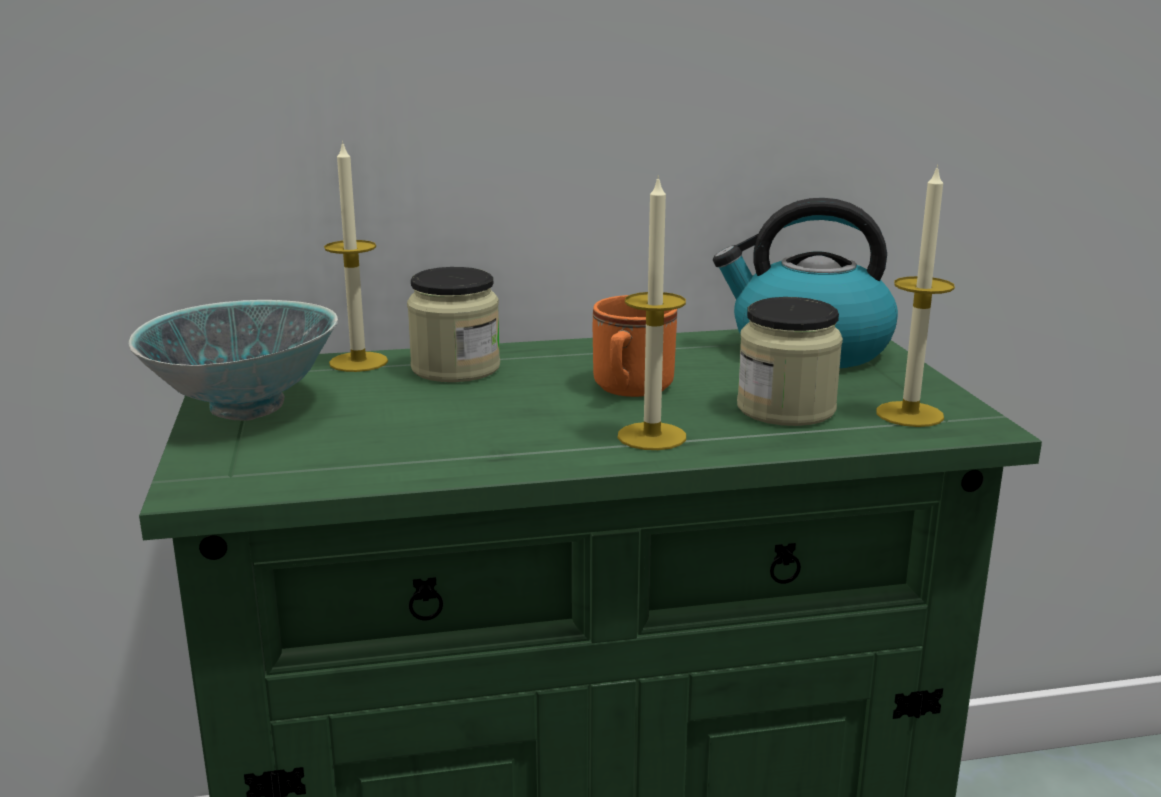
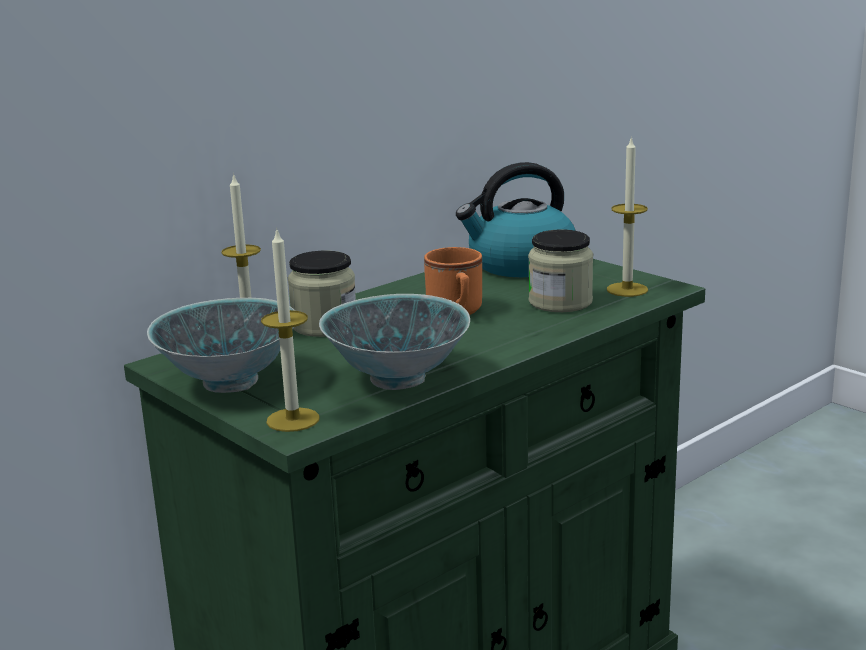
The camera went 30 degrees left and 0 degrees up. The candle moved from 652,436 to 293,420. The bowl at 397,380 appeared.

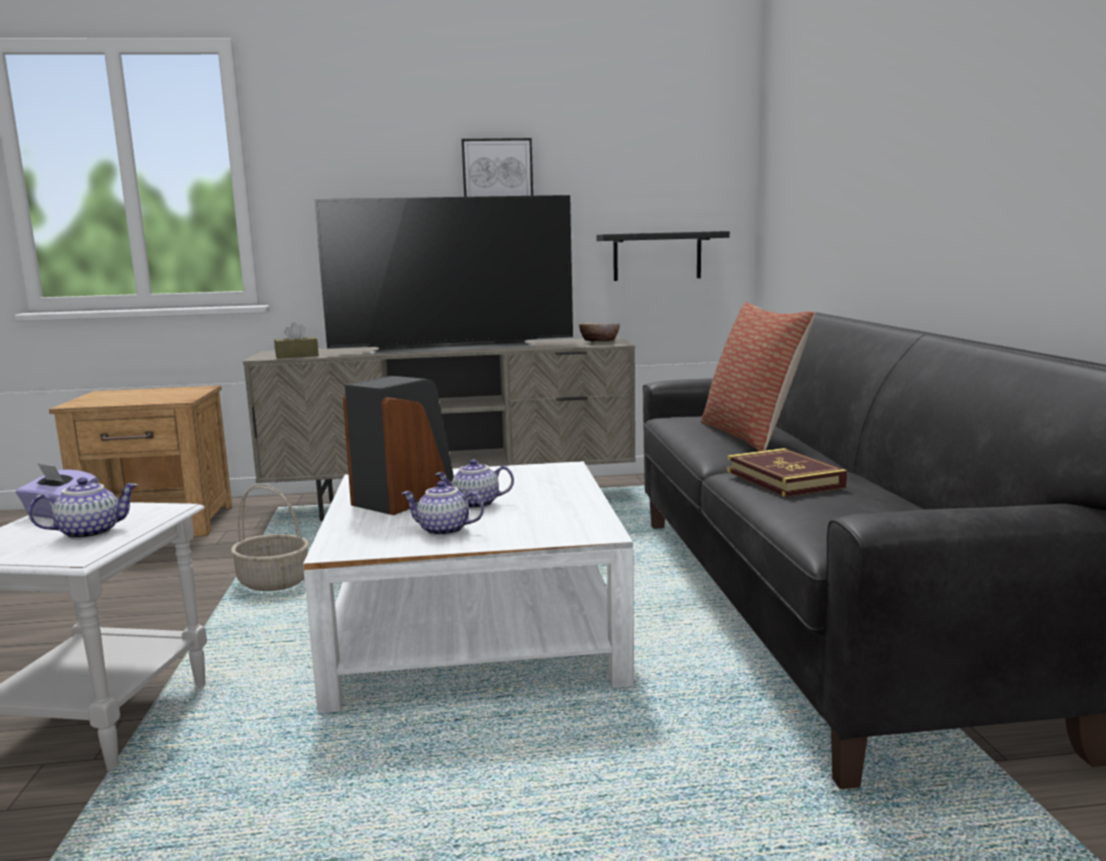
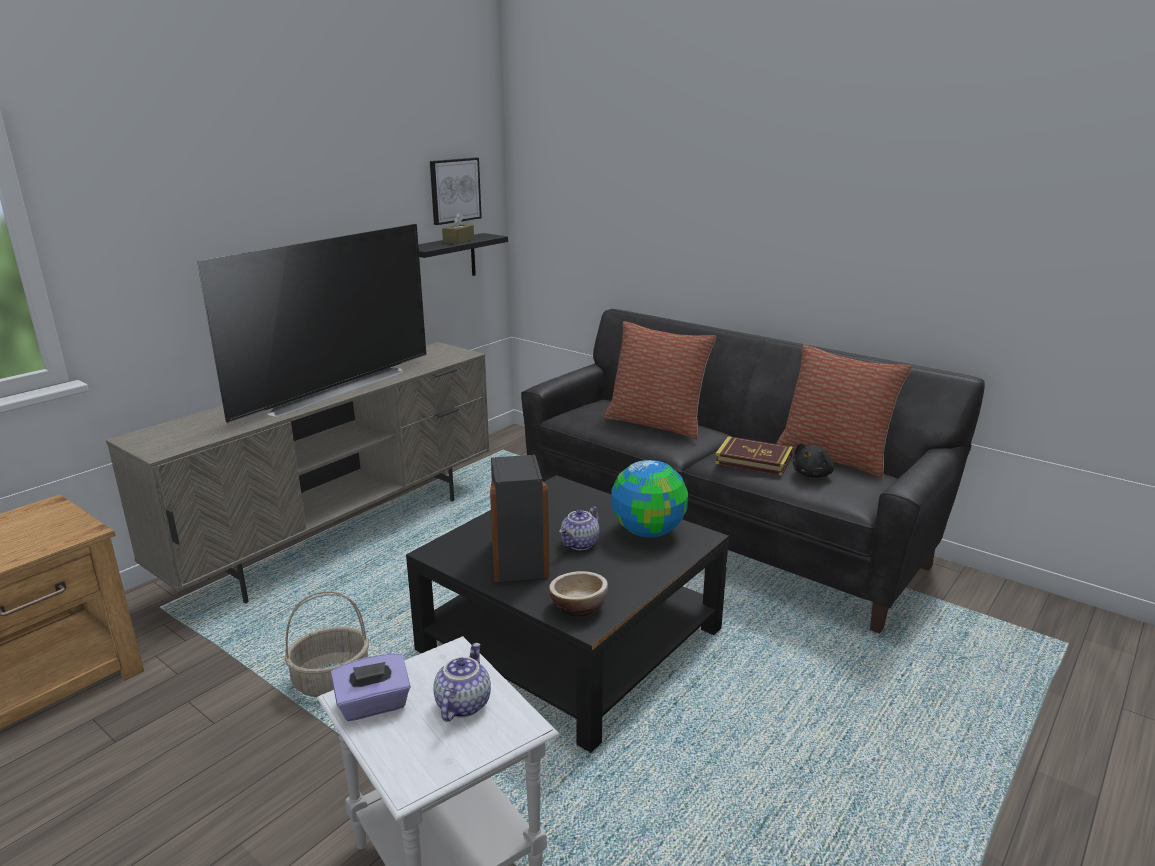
The camera went 45 degrees left and 10 degrees up. The brown tissue box moved from 297,356 to 458,240. The white coffee table at 474,630 became the black coffee table at 571,639. The teapot at 443,530 disappeared. The picture moved from 497,174 to 454,190. The bowl moved from 599,341 to 578,607. The globe at 648,531 appeared. The pillow at 834,456 appeared. The black plush toy at 813,474 appeared.

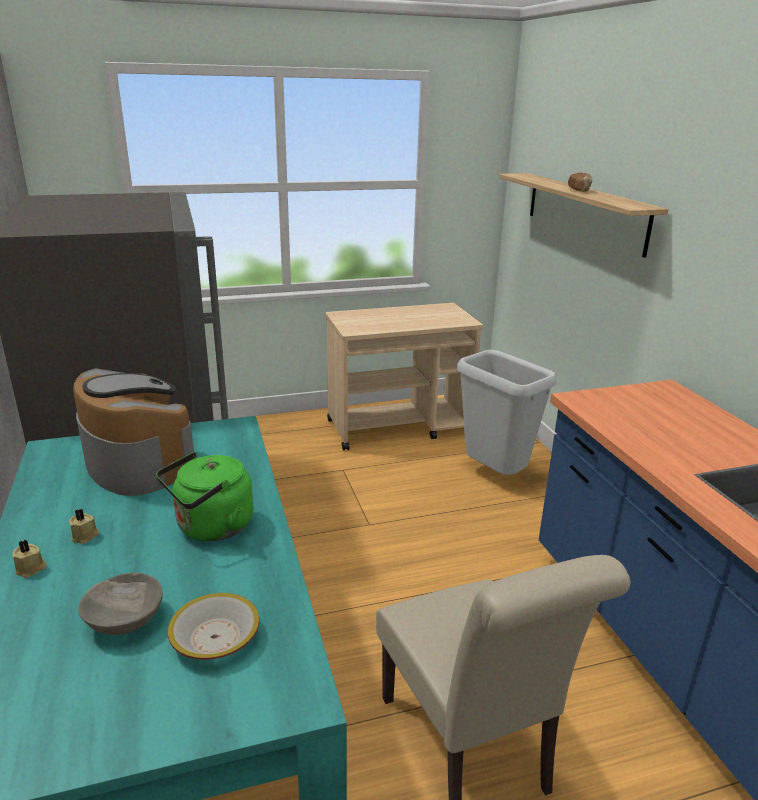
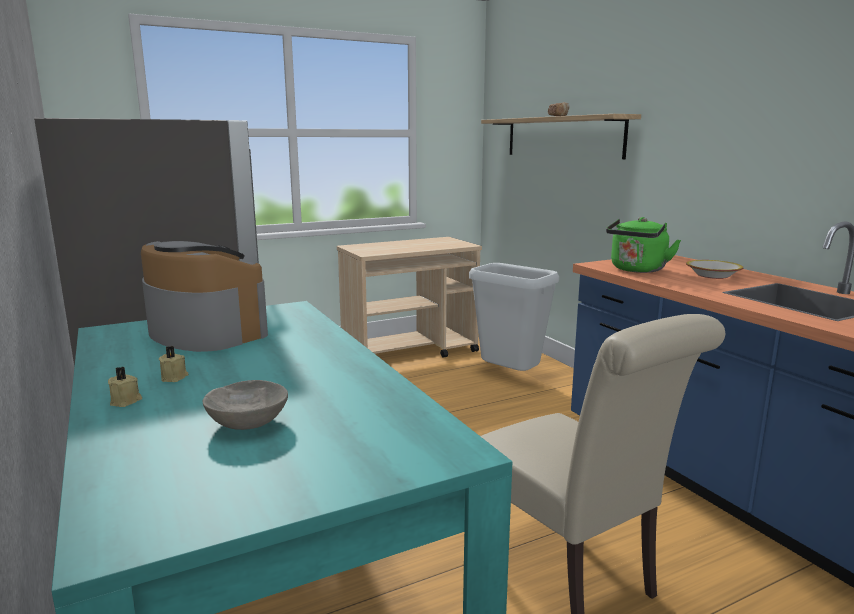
The camera went 10 degrees left and 10 degrees down. The green kettle moved from 211,527 to 637,270. The bowl moved from 214,638 to 712,275.

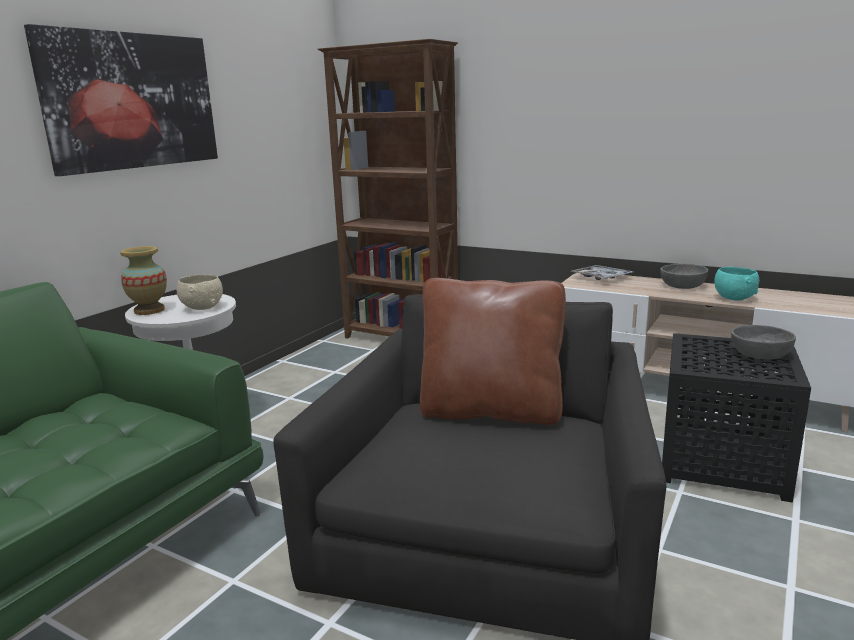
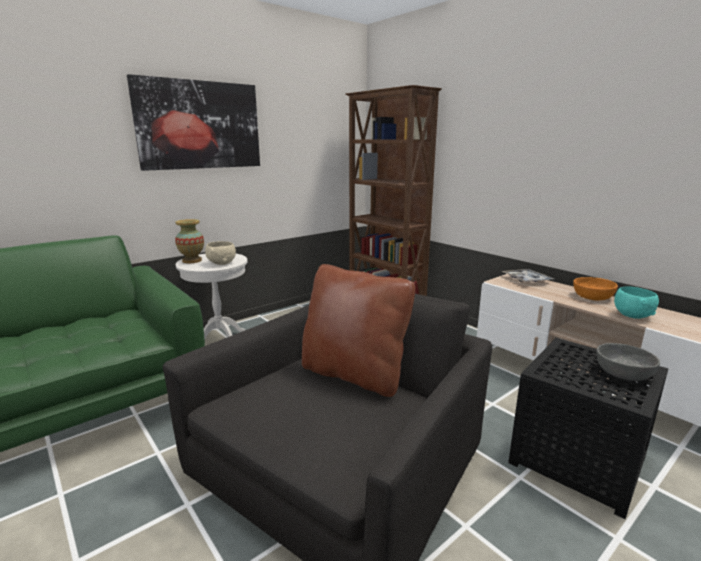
The camera went 20 degrees right and 0 degrees up. The grey bowl at 682,286 became the orange bowl at 592,297.

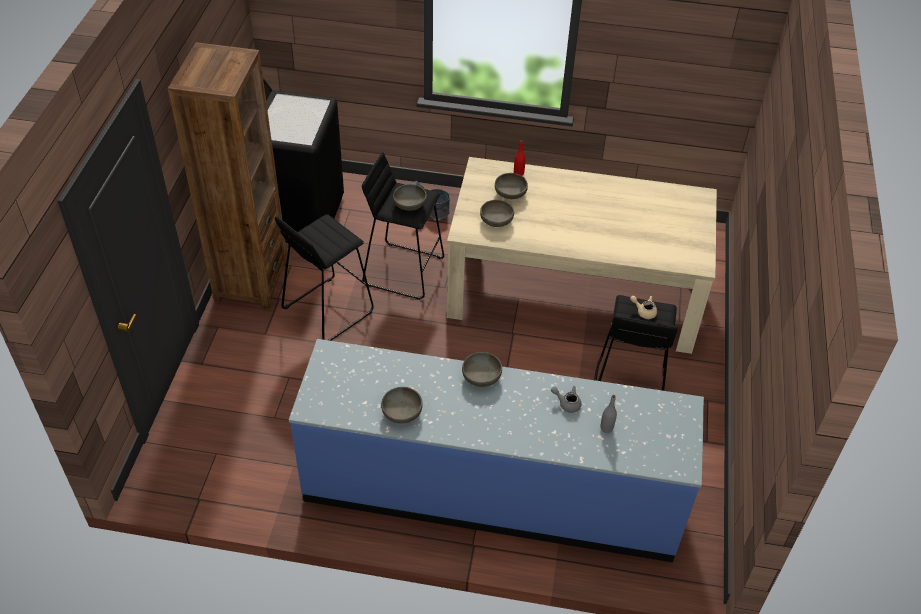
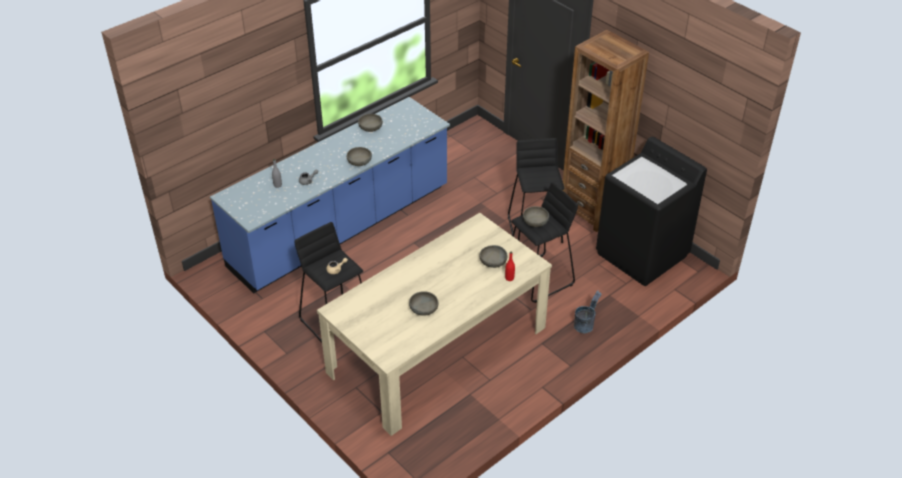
The camera went 130 degrees right and 5 degrees down. The grey bowl moved from 496,221 to 423,309.

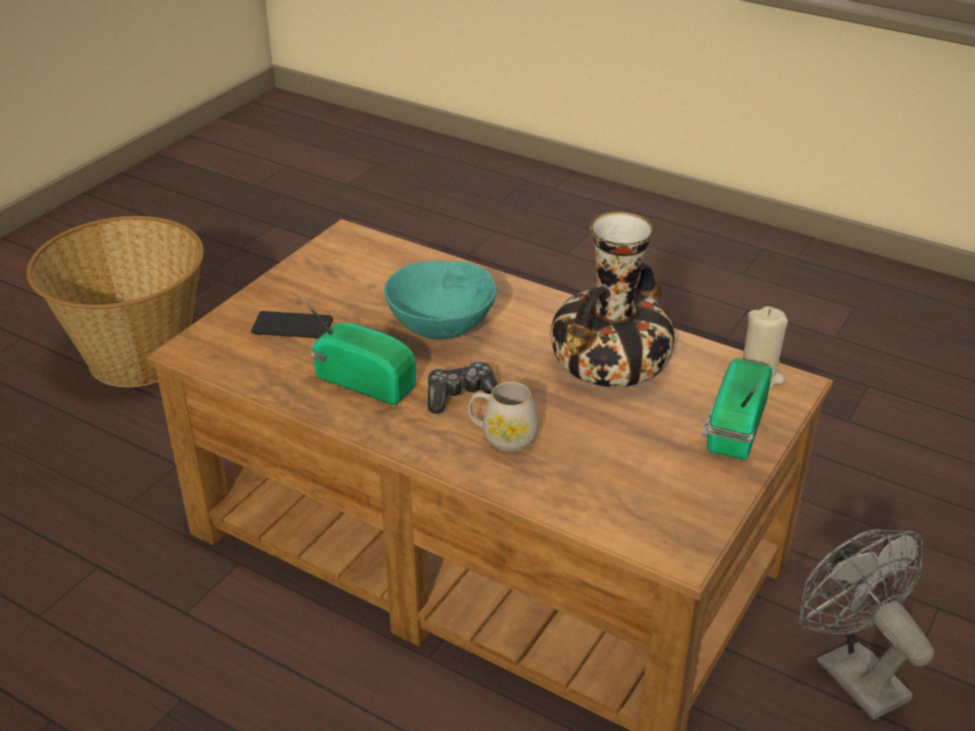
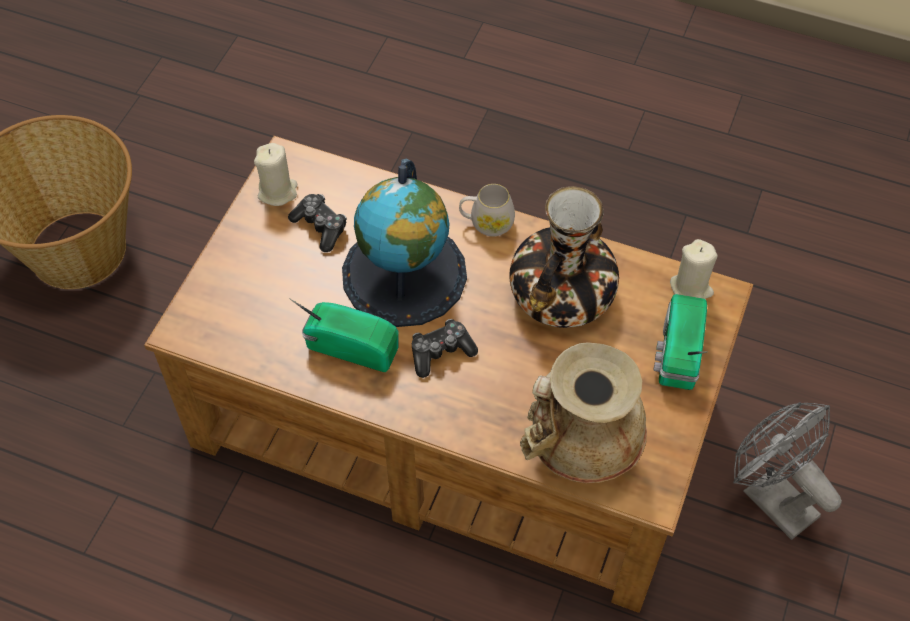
The camera went 10 degrees left and 20 degrees up. The phone at 292,326 disappeared. The turquoise bowl at 441,330 was replaced by the globe at 405,274. The white mug moved from 503,436 to 486,223. The beige candle at 278,192 appeared. The game controller at 320,227 appeared. The beige vase at 579,452 appeared.

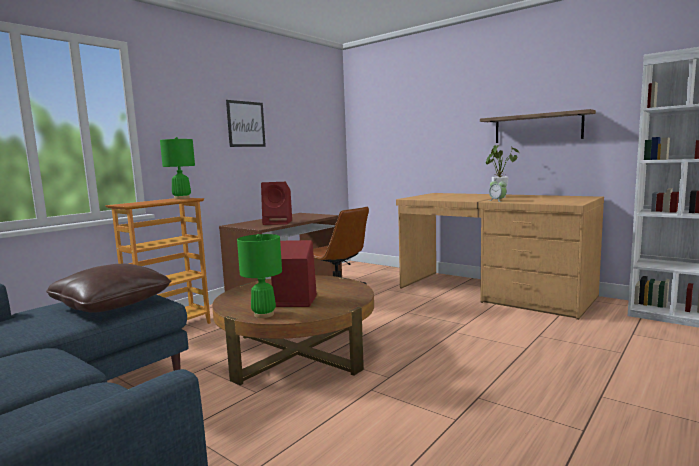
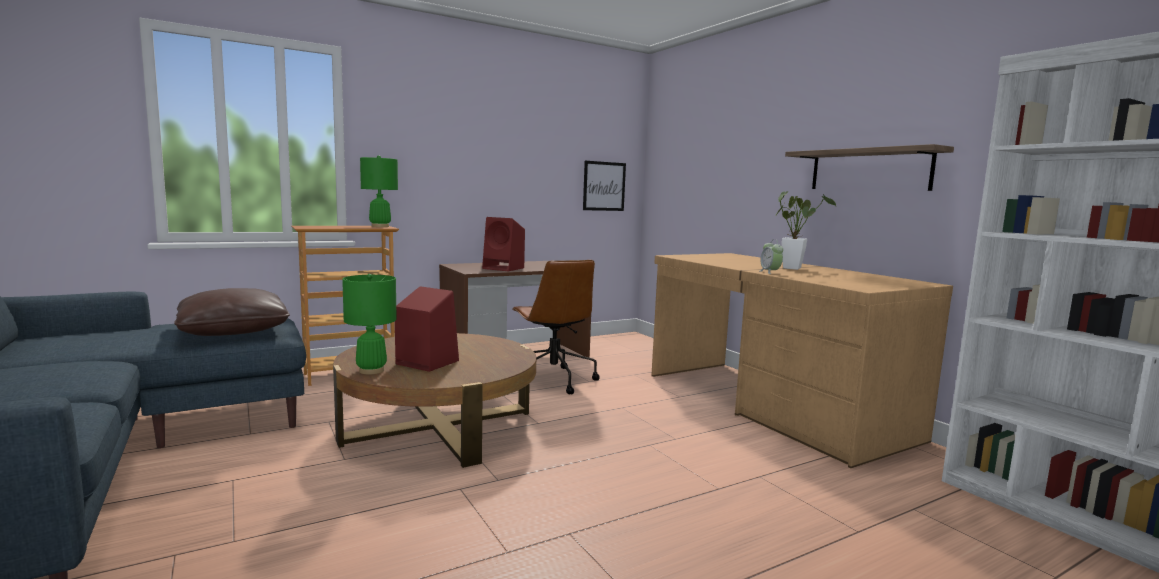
The camera went 20 degrees right and 0 degrees up. The picture moved from 246,124 to 604,186.

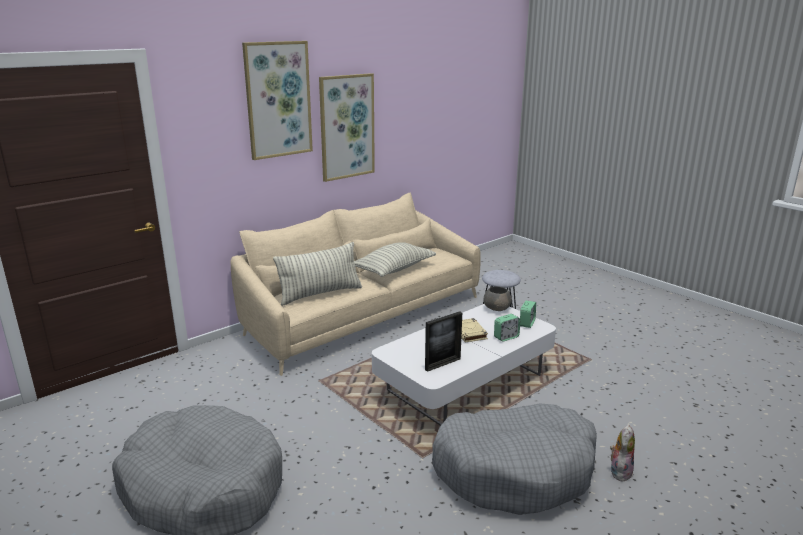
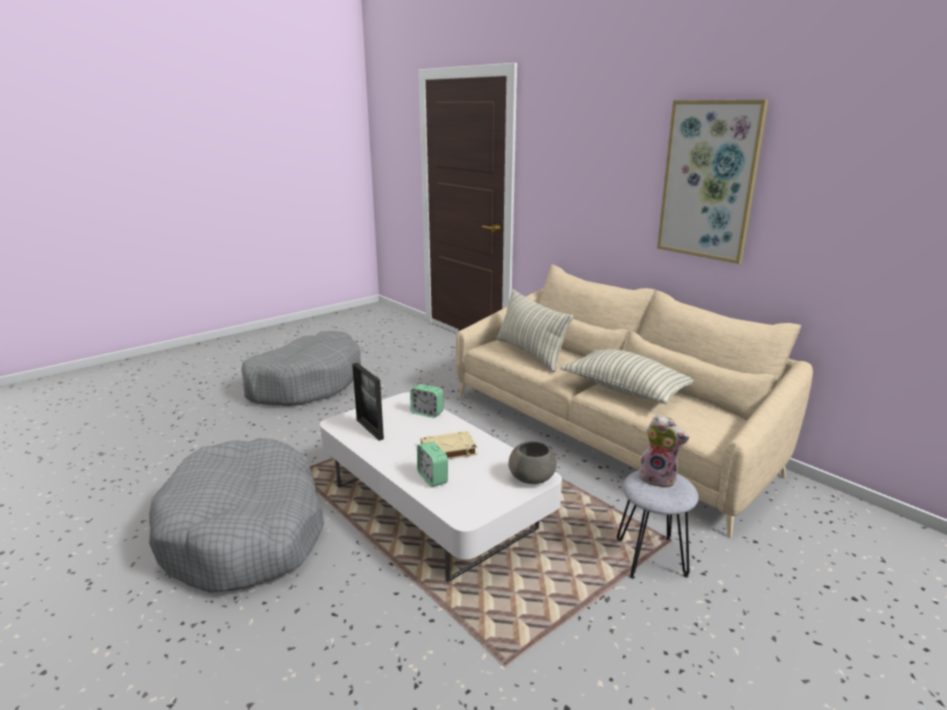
The camera went 90 degrees right and 0 degrees up. The picture at 278,100 disappeared. The alarm clock moved from 527,323 to 427,413. The plush toy moved from 619,471 to 658,478.

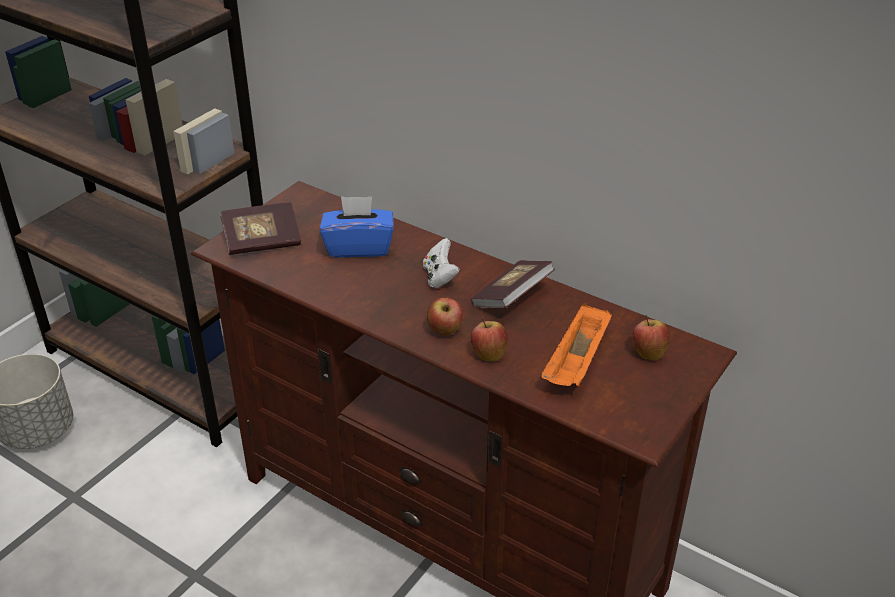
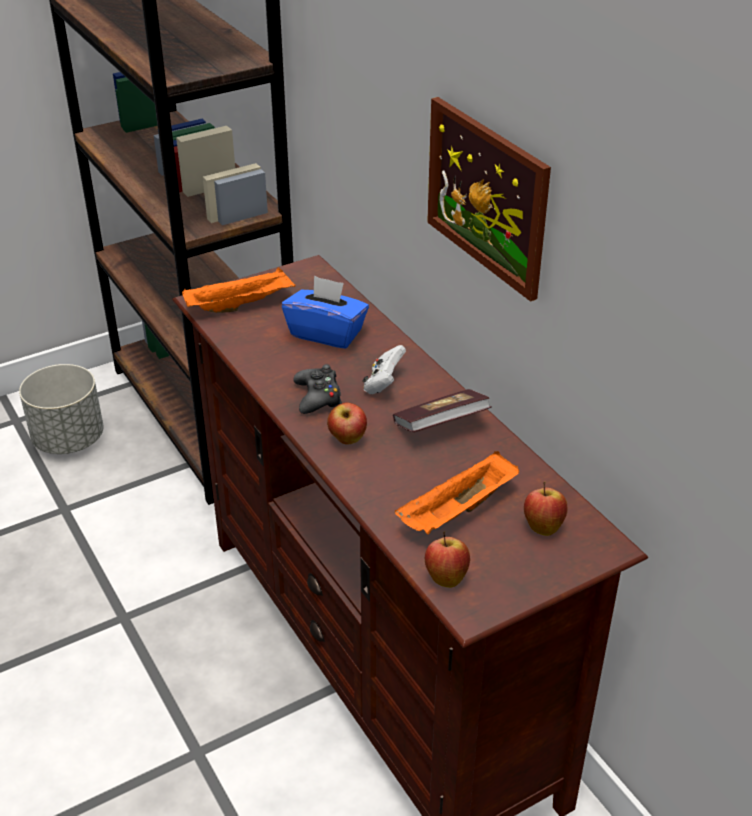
The camera went 25 degrees right and 0 degrees up. The book at 262,242 was replaced by the orange tray at 241,305. The apple moved from 488,354 to 446,577. The black game controller at 318,397 appeared. The picture at 486,196 appeared.

